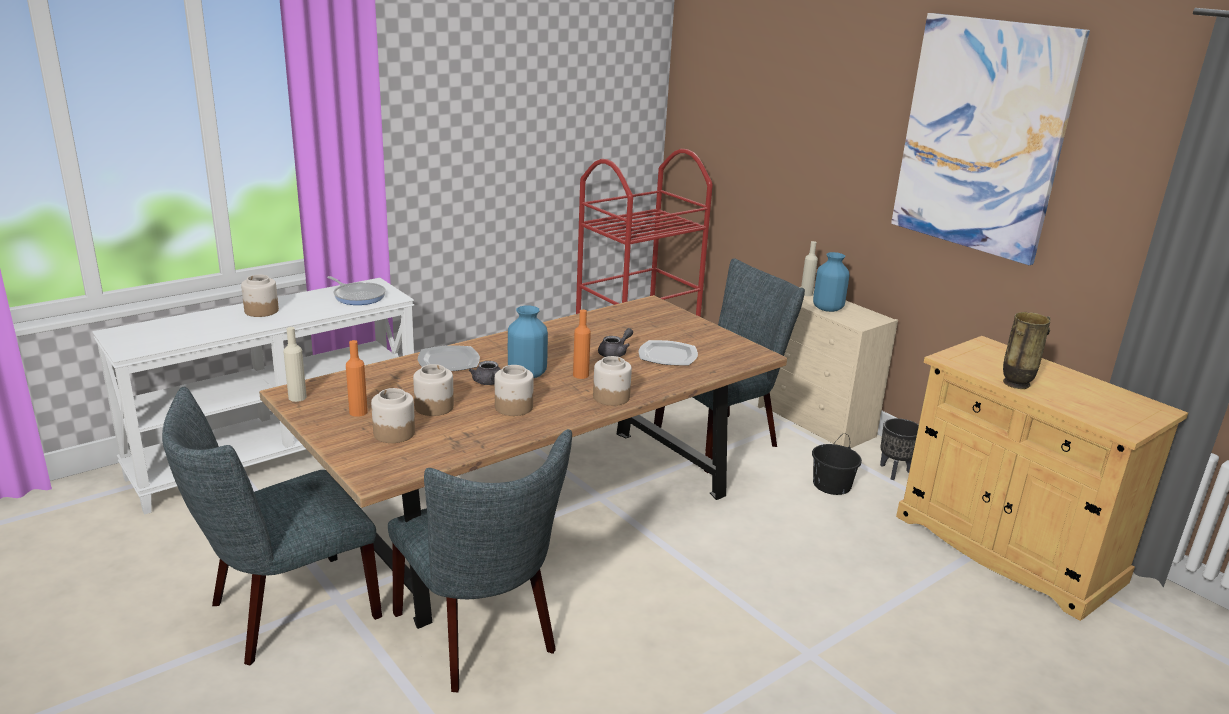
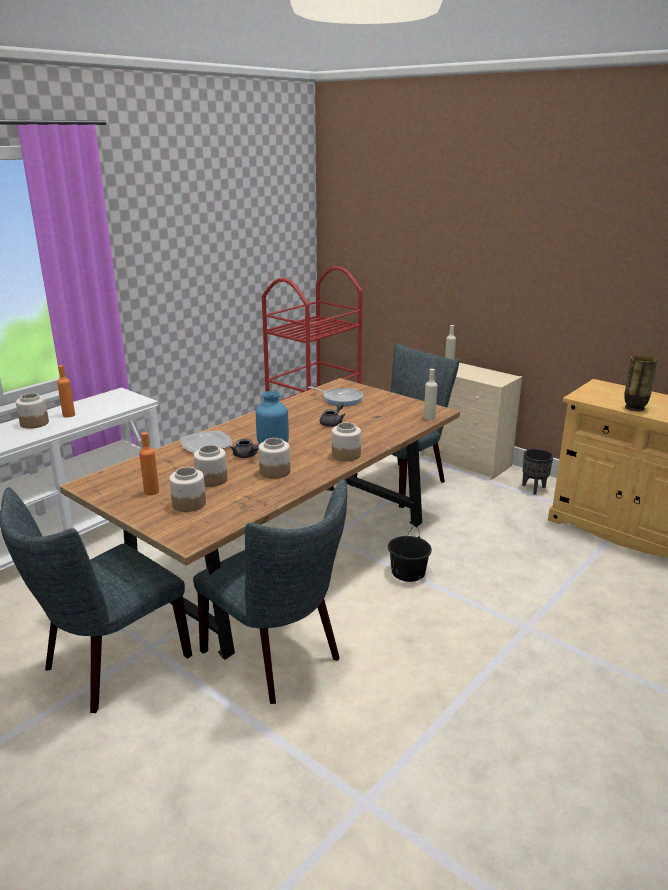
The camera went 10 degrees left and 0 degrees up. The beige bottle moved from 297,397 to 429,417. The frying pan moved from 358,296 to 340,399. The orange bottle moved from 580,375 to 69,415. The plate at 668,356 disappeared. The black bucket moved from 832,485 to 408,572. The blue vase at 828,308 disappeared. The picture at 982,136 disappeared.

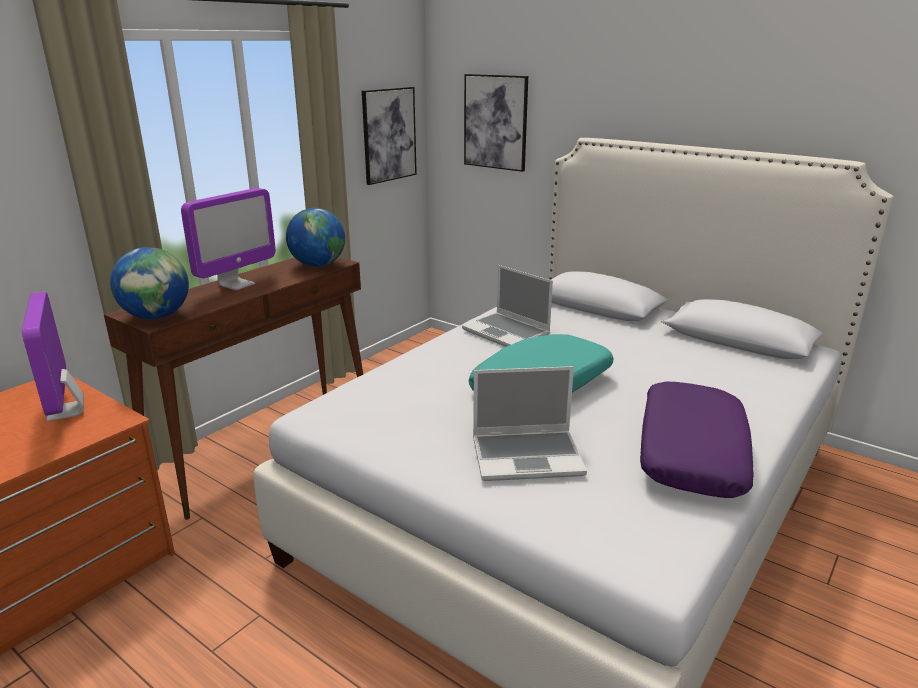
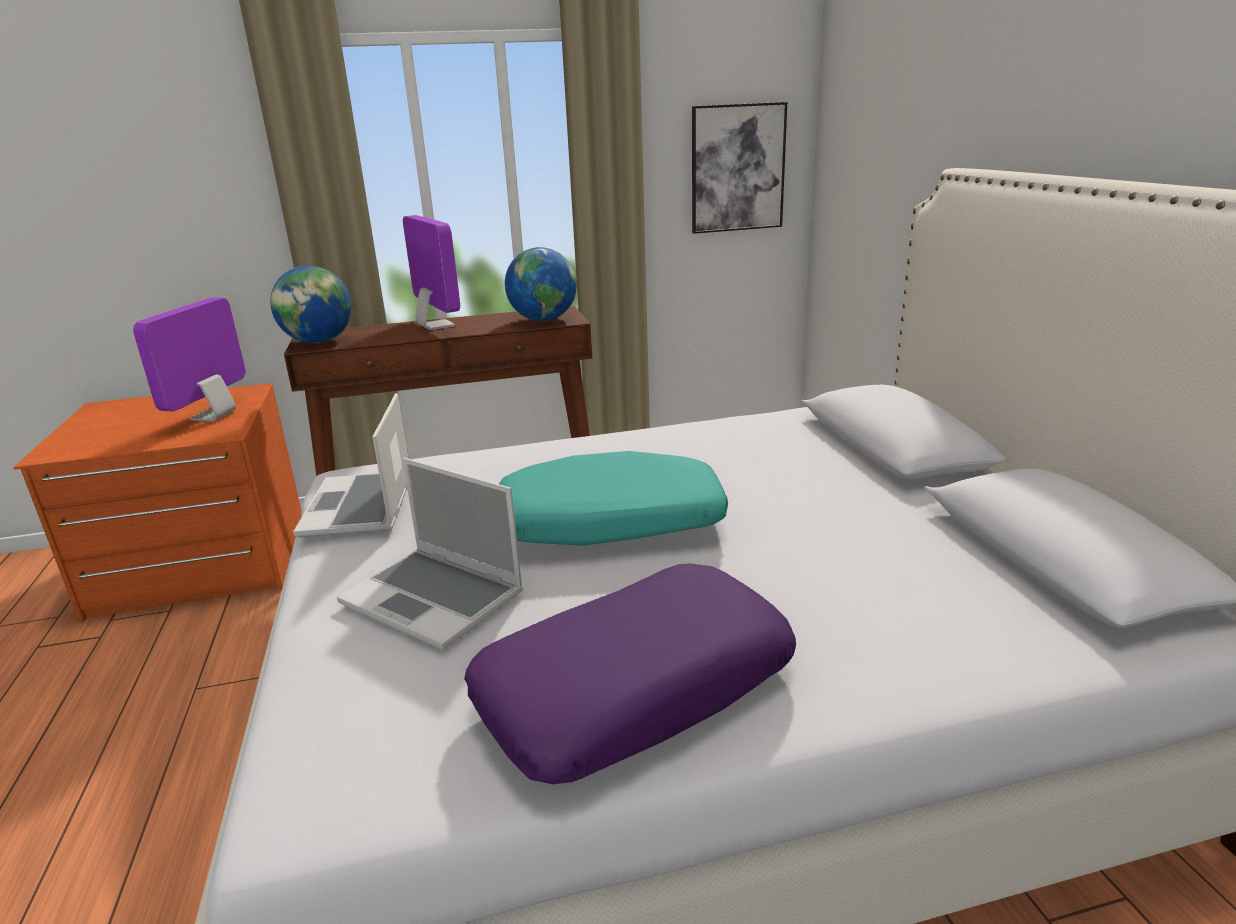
The camera went 40 degrees right and 0 degrees up. The monitor at 237,284 turned 105 degrees counterclockwise. The laptop moved from 507,332 to 360,507. The picture at 495,122 disappeared.

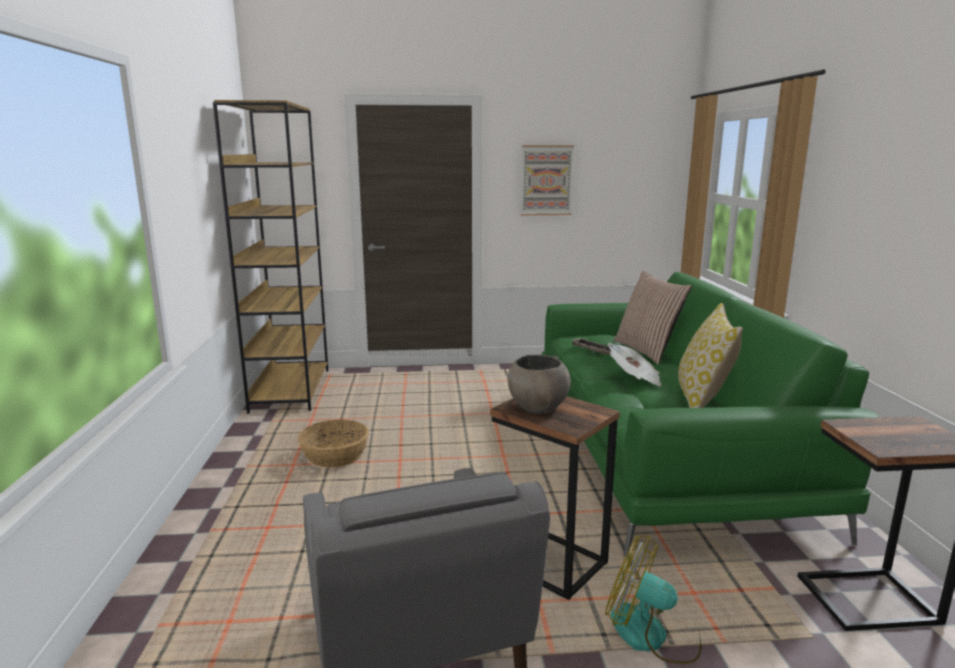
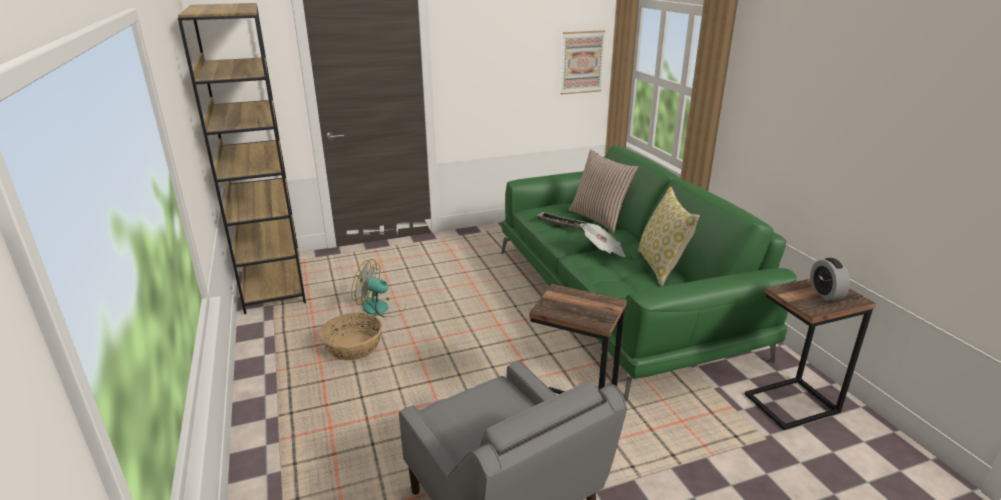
The camera went 15 degrees left and 10 degrees up. The grey bowl at 537,407 disappeared. The picture moved from 546,180 to 582,62. The fan moved from 652,634 to 381,308. The alarm clock at 825,293 appeared.

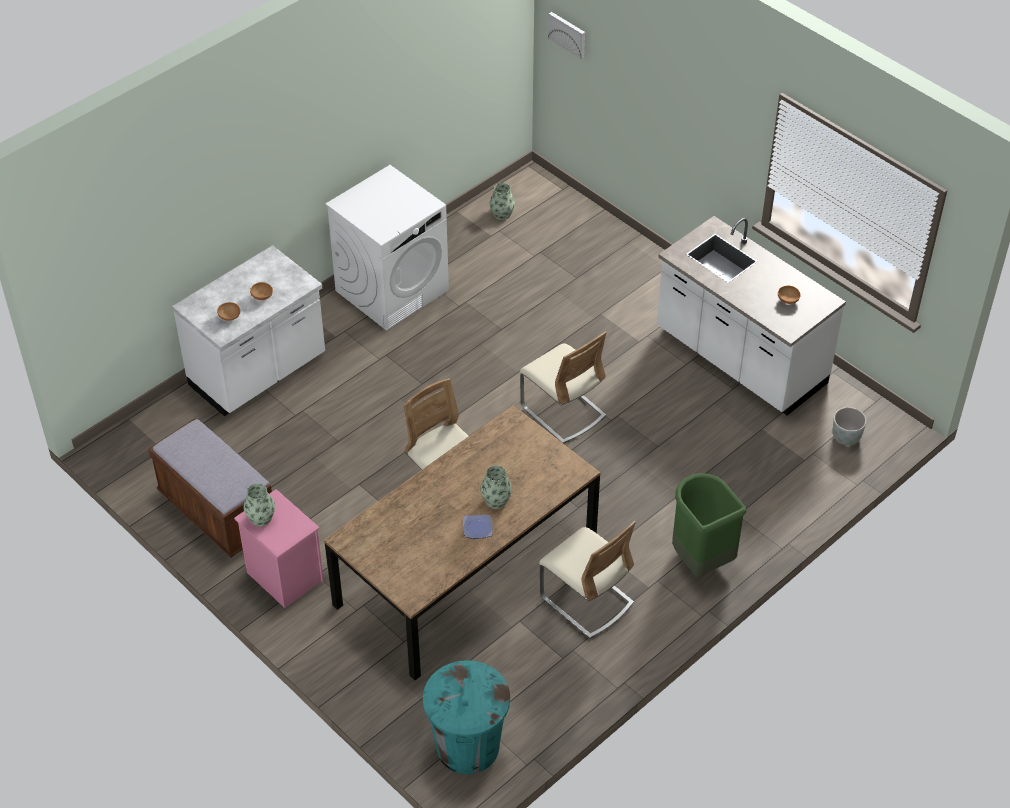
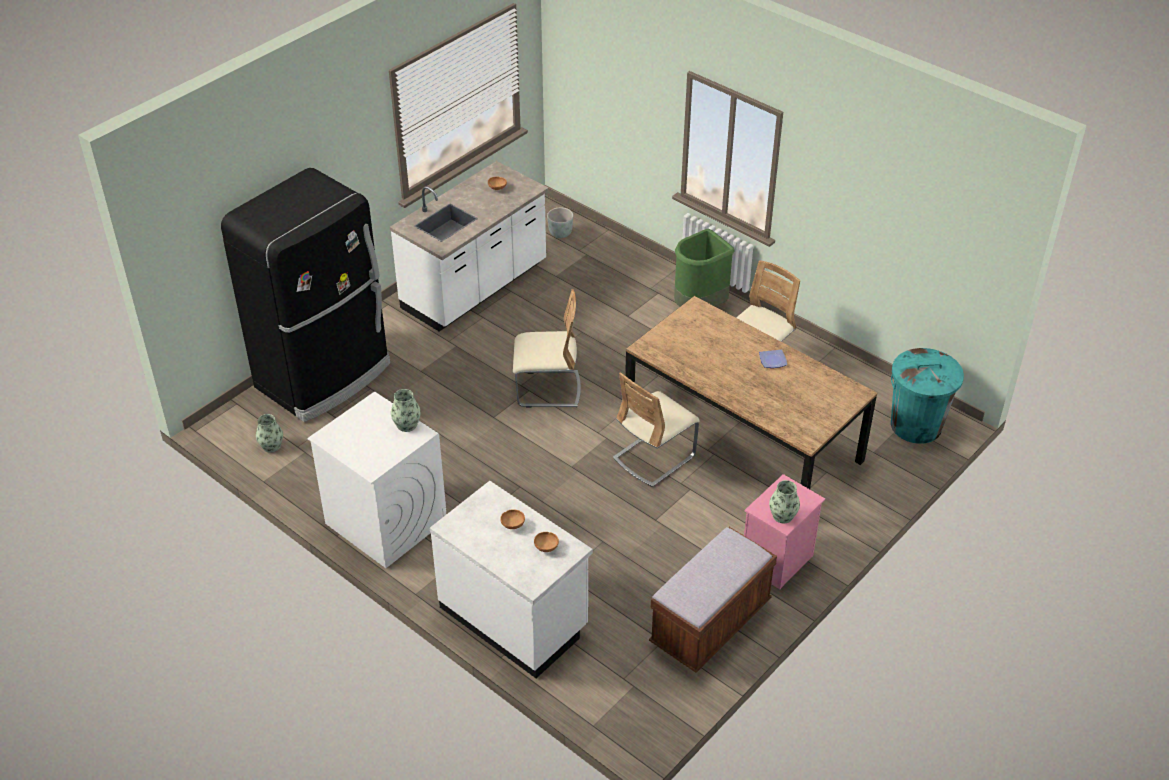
The camera went 95 degrees left and 5 degrees down. The vase moved from 496,500 to 407,424. The beige chair at 563,411 turned 45 degrees clockwise. The picture at 568,34 disappeared. The black fridge at 325,376 appeared.

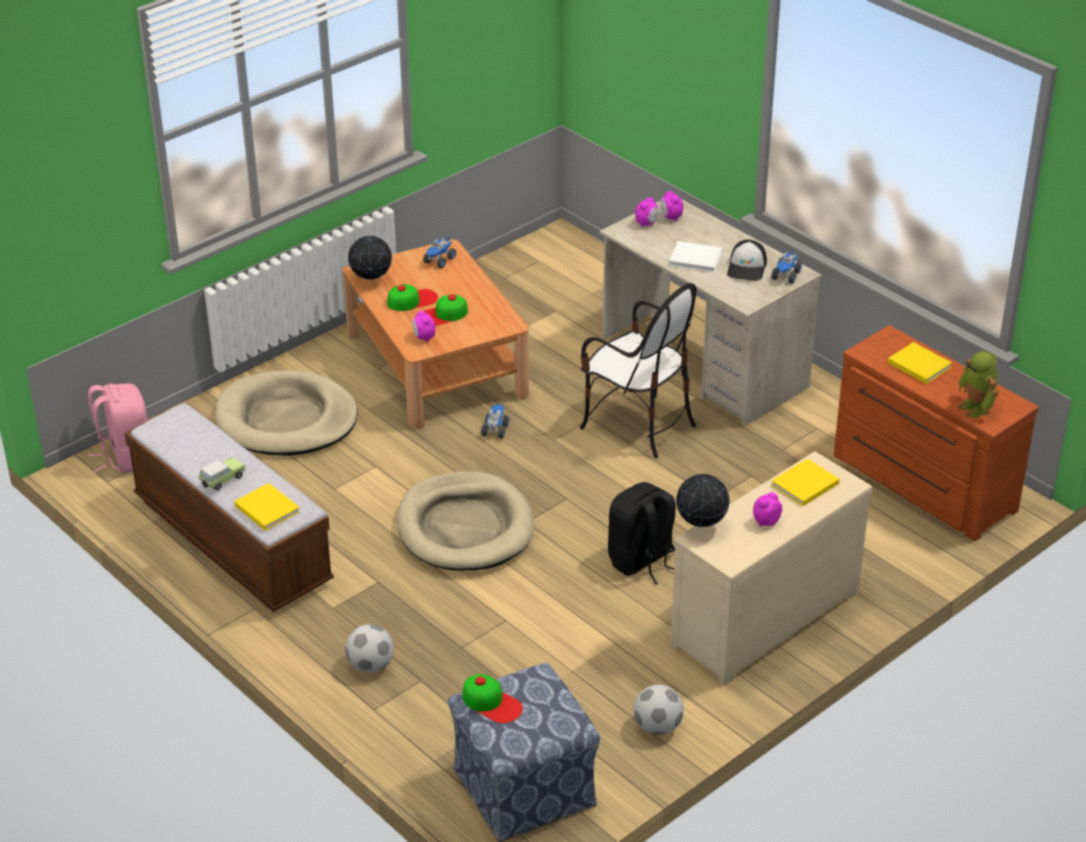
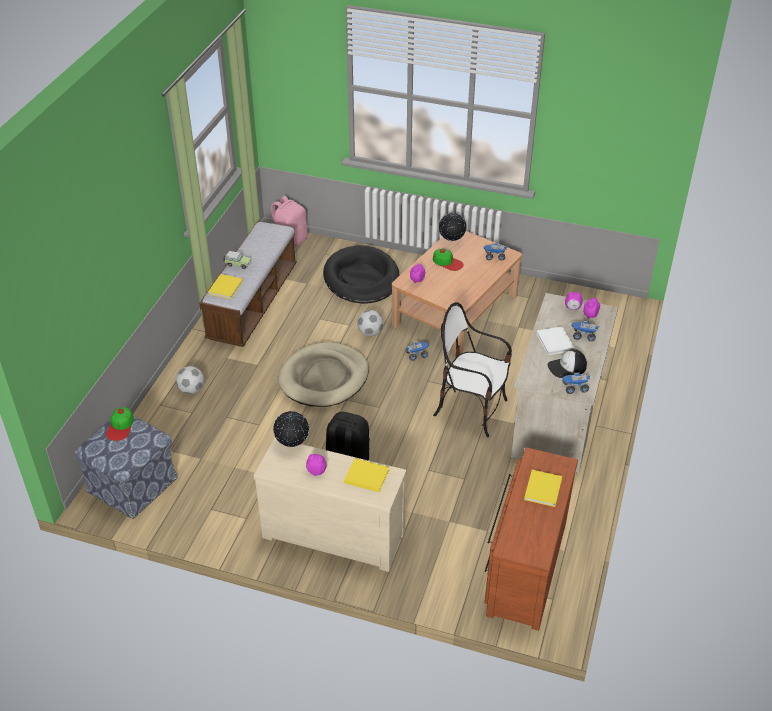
The camera went 60 degrees right and 5 degrees up. The beige dog bed at 286,420 became the black dog bed at 361,278. The cap at 442,315 disappeared. The chair at 637,425 turned 105 degrees clockwise. The football moved from 657,727 to 370,332. The toy robot at 976,407 disappeared. The toy truck at 583,336 appeared.

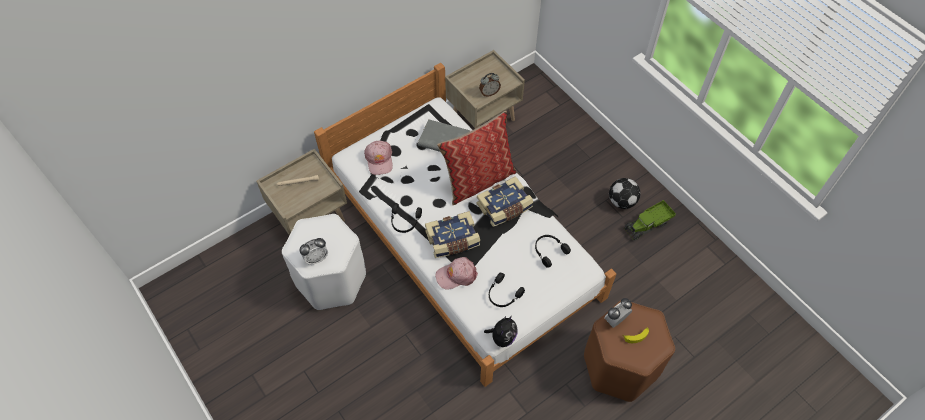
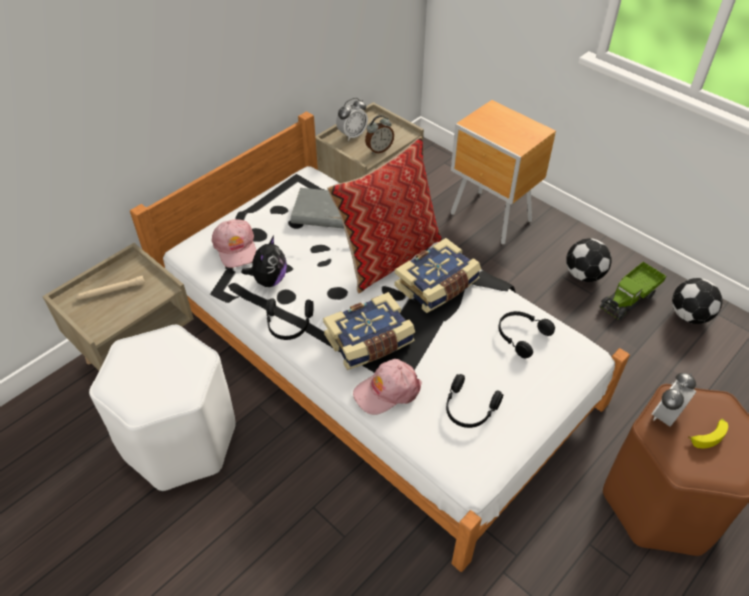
The camera went 10 degrees left and 10 degrees down. The alarm clock moved from 316,258 to 352,135. The plush toy moved from 502,337 to 269,280. The brown nightstand at 491,219 appeared. The football at 690,315 appeared.

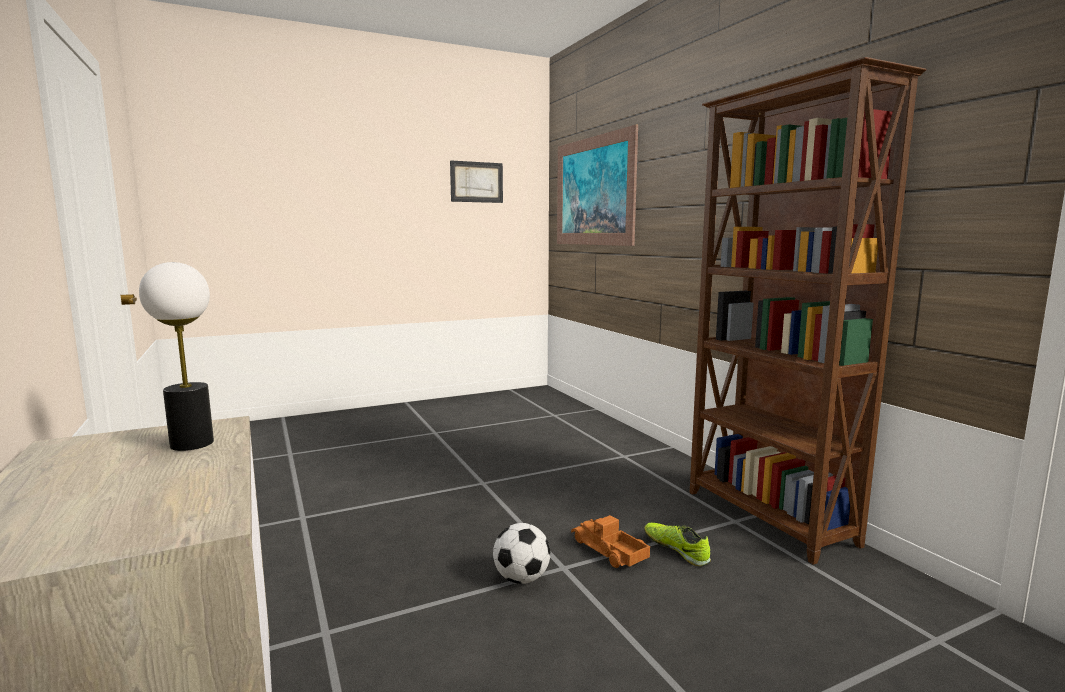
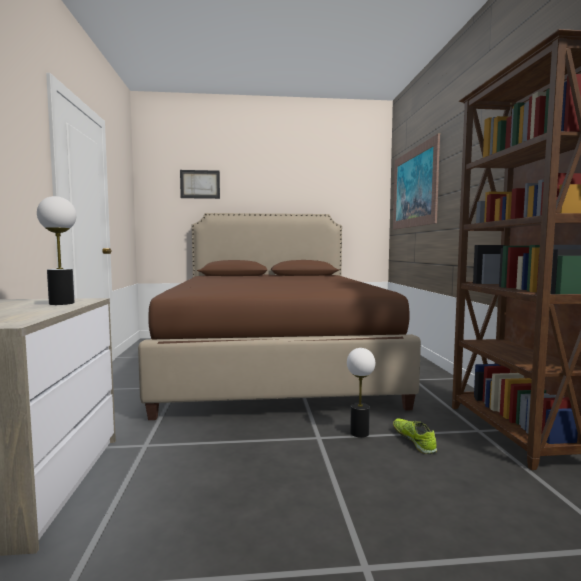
The camera went 20 degrees right and 5 degrees down. The picture moved from 476,182 to 200,184. The football at 521,578 disappeared. The toy truck at 608,551 was replaced by the table lamp at 359,433. The brown bed at 273,363 appeared.

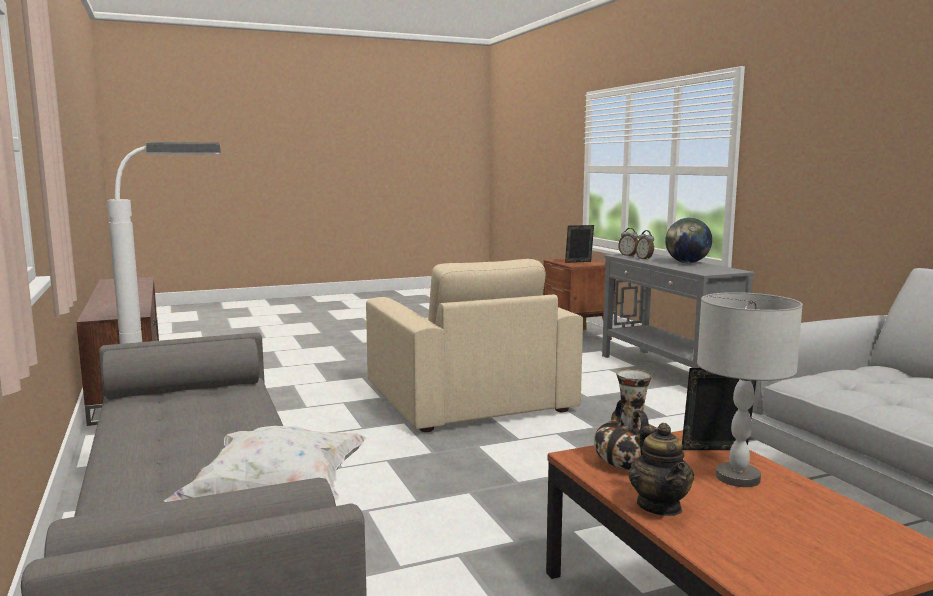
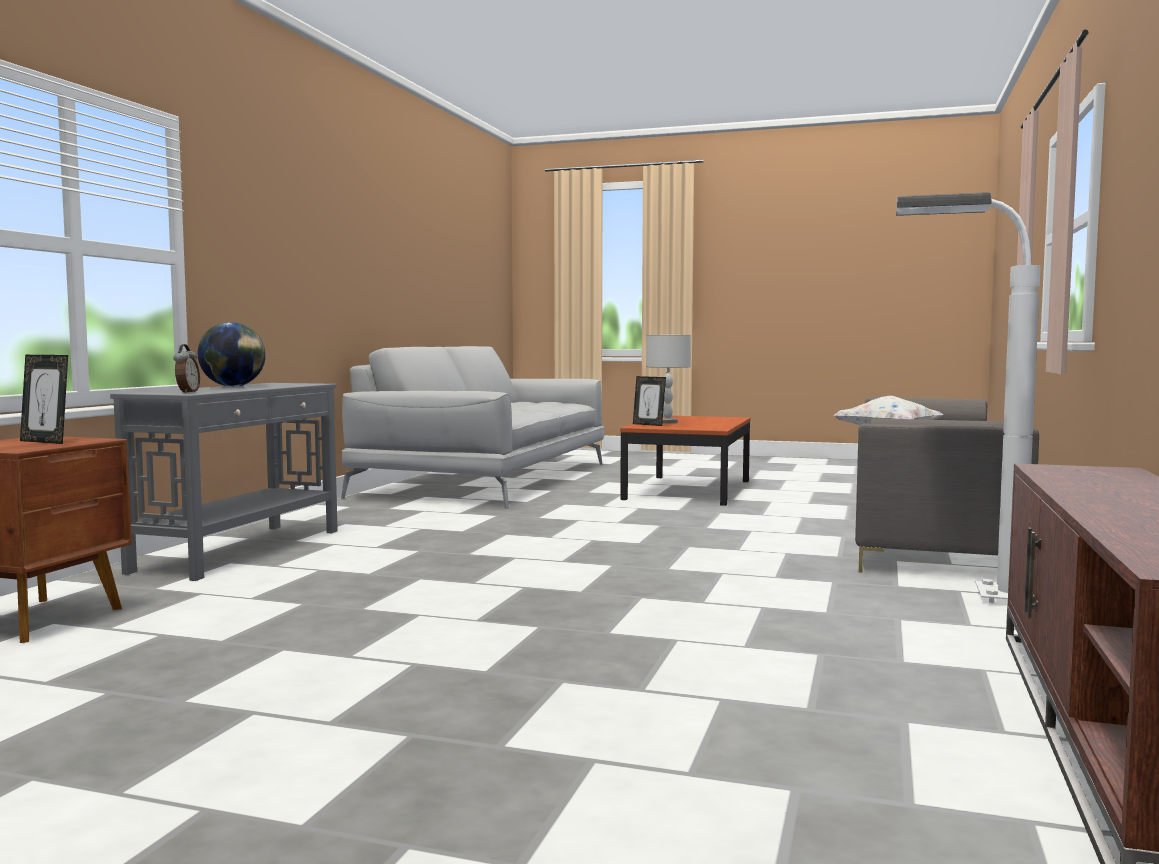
The camera went 140 degrees left and 5 degrees down. The beige armchair at 466,397 disappeared. The vase at 629,462 disappeared. The teapot at 660,506 disappeared. The alarm clock at 644,259 disappeared.

